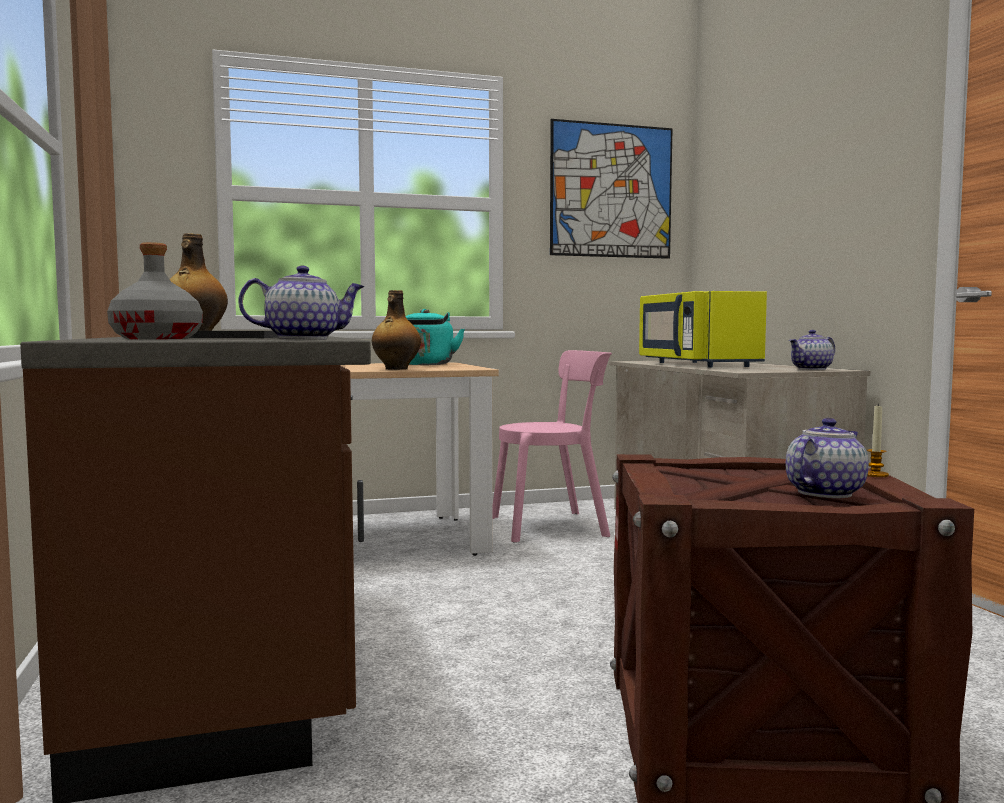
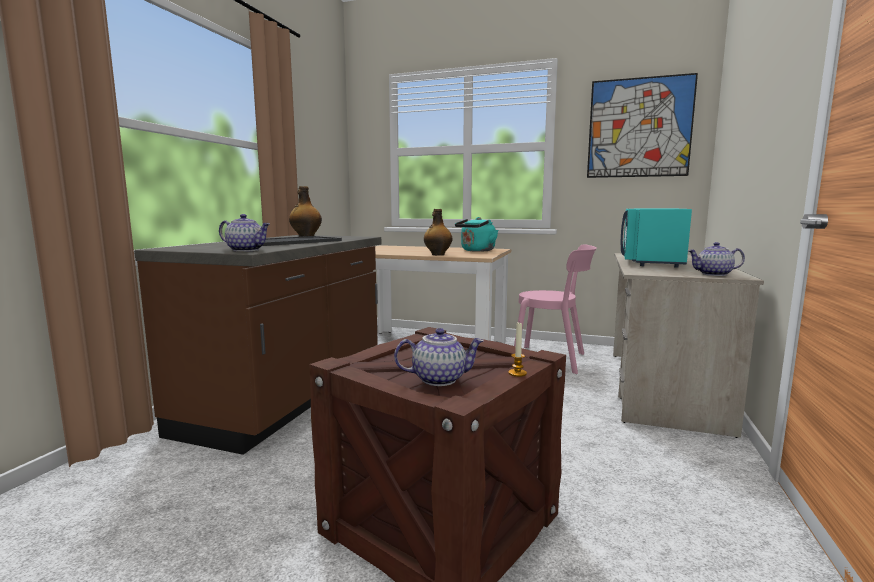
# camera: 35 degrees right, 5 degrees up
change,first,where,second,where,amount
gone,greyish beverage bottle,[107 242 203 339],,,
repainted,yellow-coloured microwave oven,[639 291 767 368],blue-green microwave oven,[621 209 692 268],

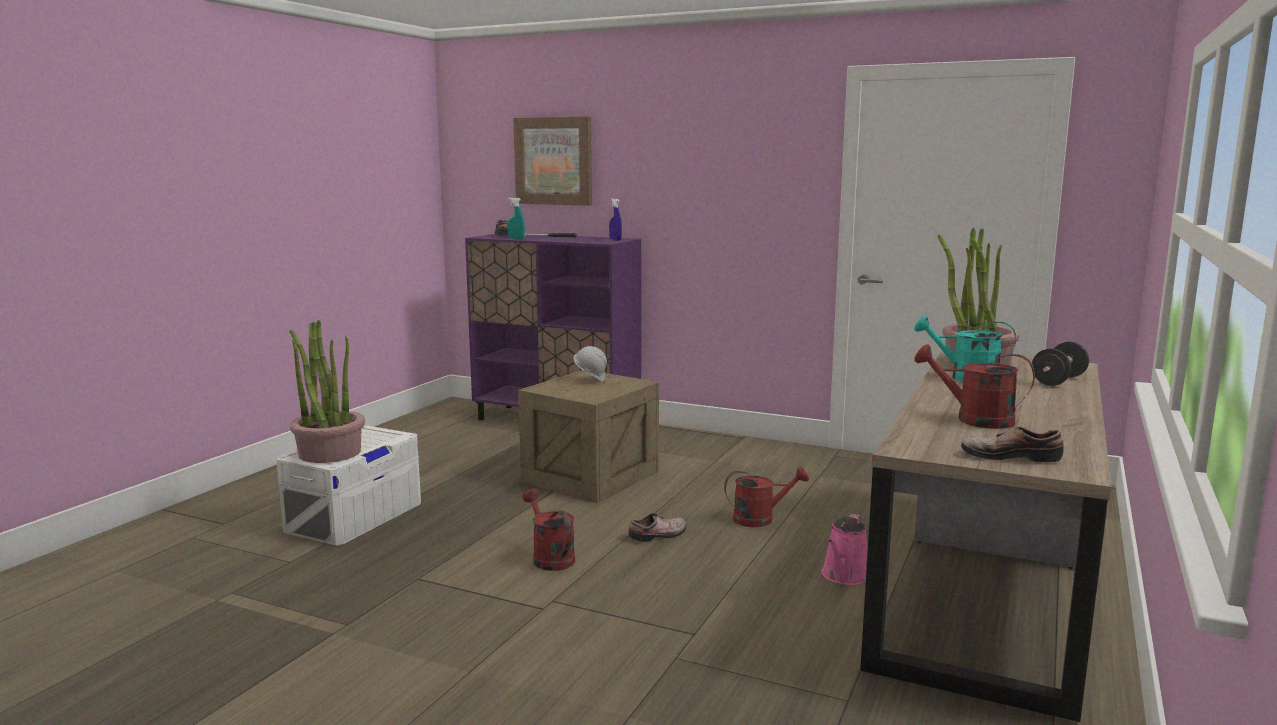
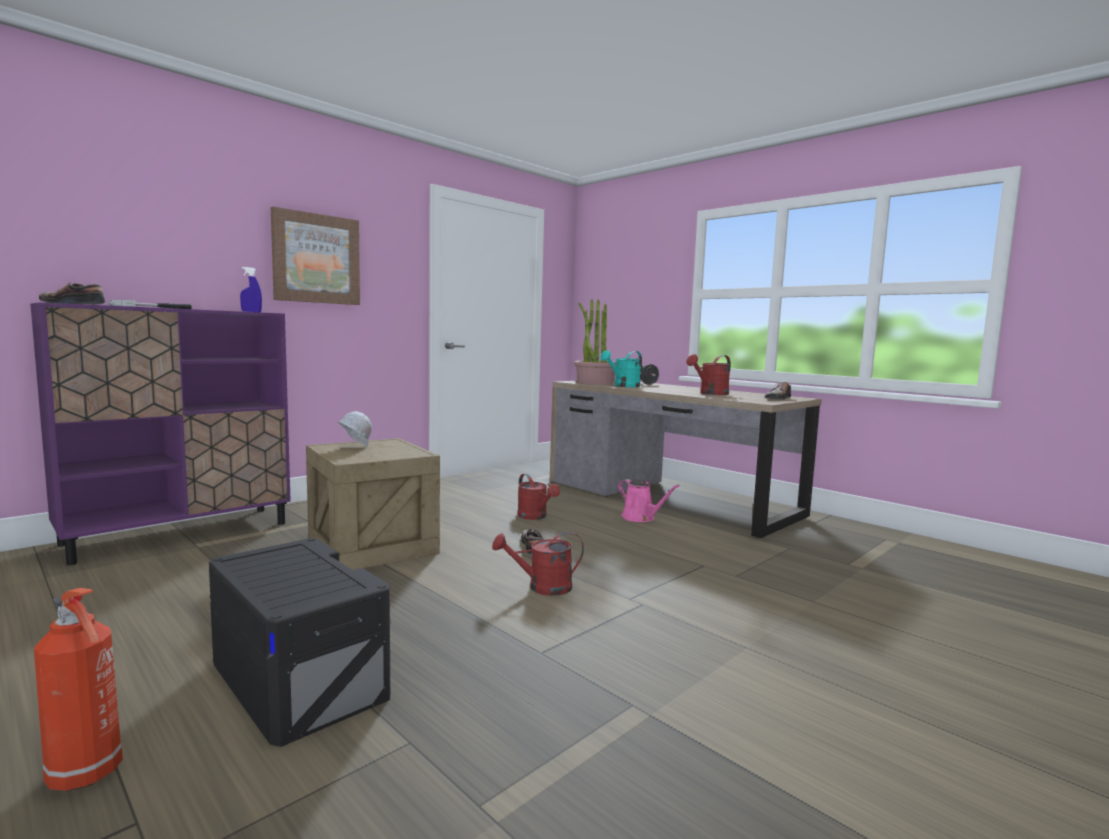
# camera: 70 degrees left, 5 degrees down
change,first,where,second,where,amount
repainted,white-coloured storage bin,[276 425 421 546],blackish storage bin,[209 538 390 747],
gone,potted plant,[289 320 365 463],,,
gone,blue-green hand sprayer,[507 198 525 239],,,
shifted,wall art,[513 117 592 206],,[271 207 360 305],
rotated,reddish watering pot,[724 467 809 527],,[517 474 560 520],135 degrees clockwise
new,,,fire-fighting cylinder,[34 588 123 791],

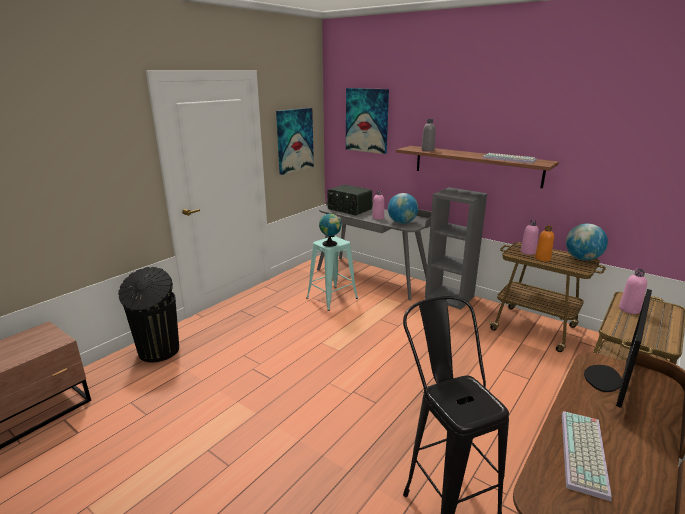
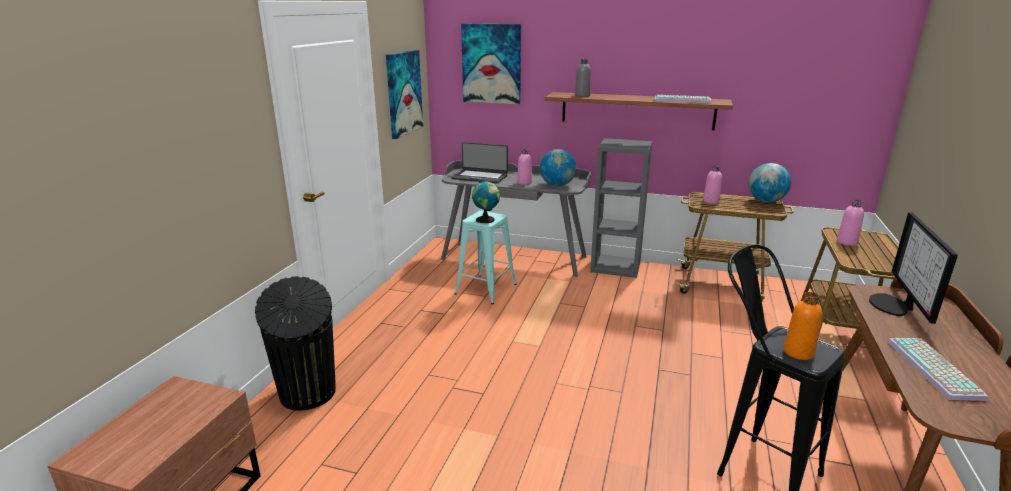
# camera: 20 degrees left, 0 degrees up
change,first,where,second,where,amount
swapped,radio receiver,[327 185 372 215],portable computer,[452 142 508 183],
shifted,orange beverage bottle,[535 225 554 261],,[784 292 822 360],

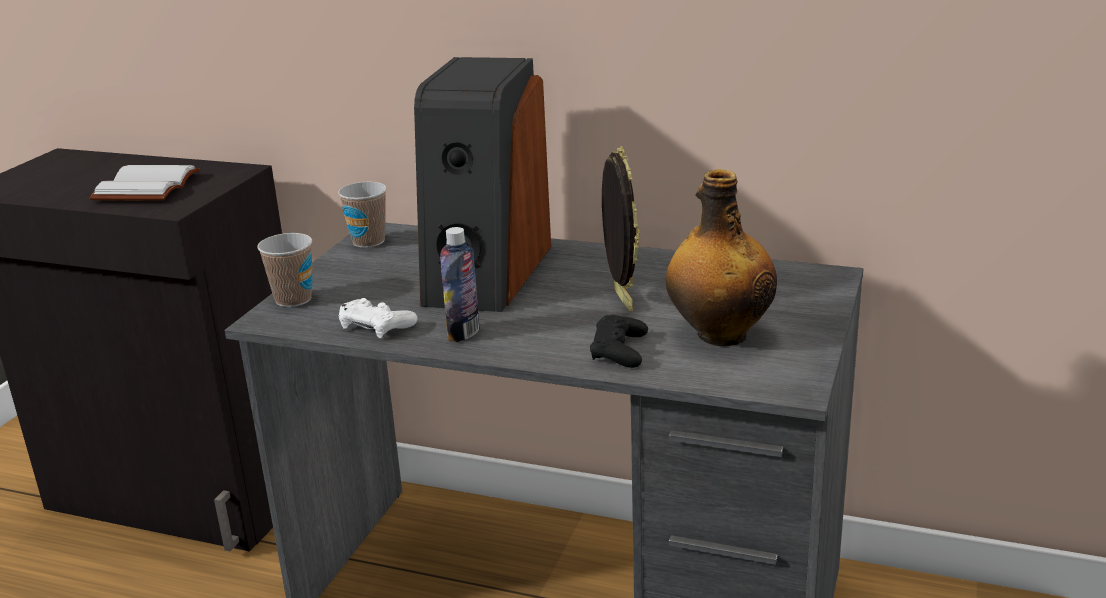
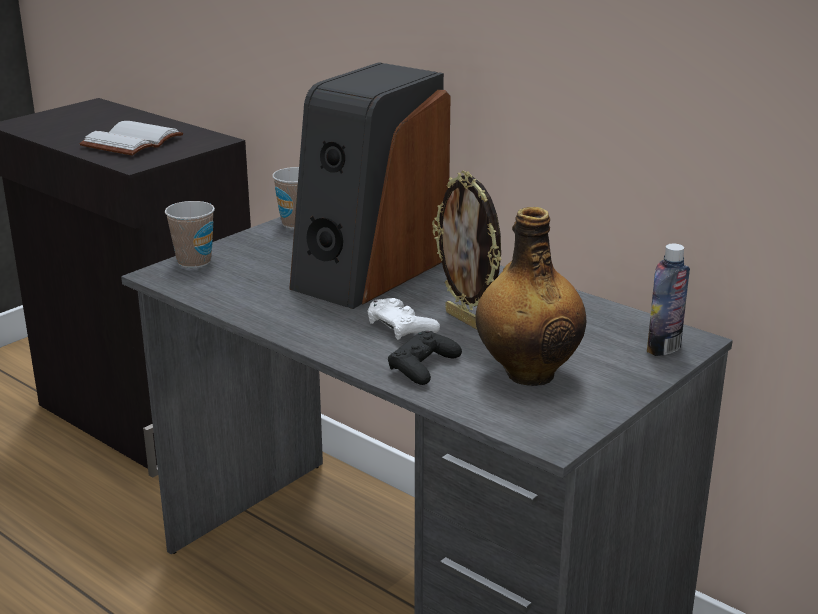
# camera: 20 degrees right, 0 degrees up
change,first,where,second,where,amount
shifted,white-coloured game controller,[338 298 418 338],,[368 298 440 340],
shifted,beverage bottle,[440 227 480 342],,[647 244 690 356],
rotated,standing frame,[602 146 640 312],,[432 171 501 330],135 degrees clockwise

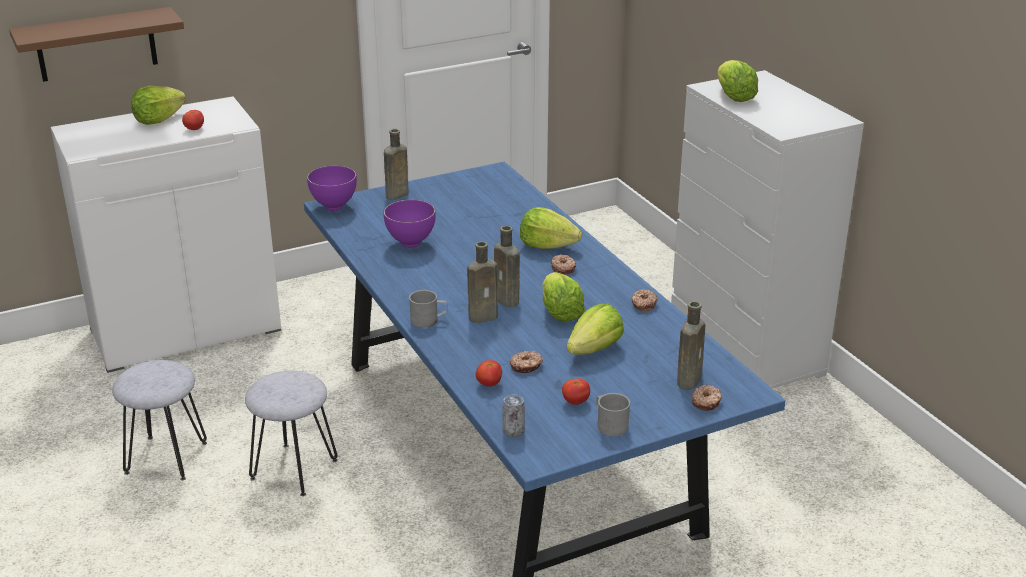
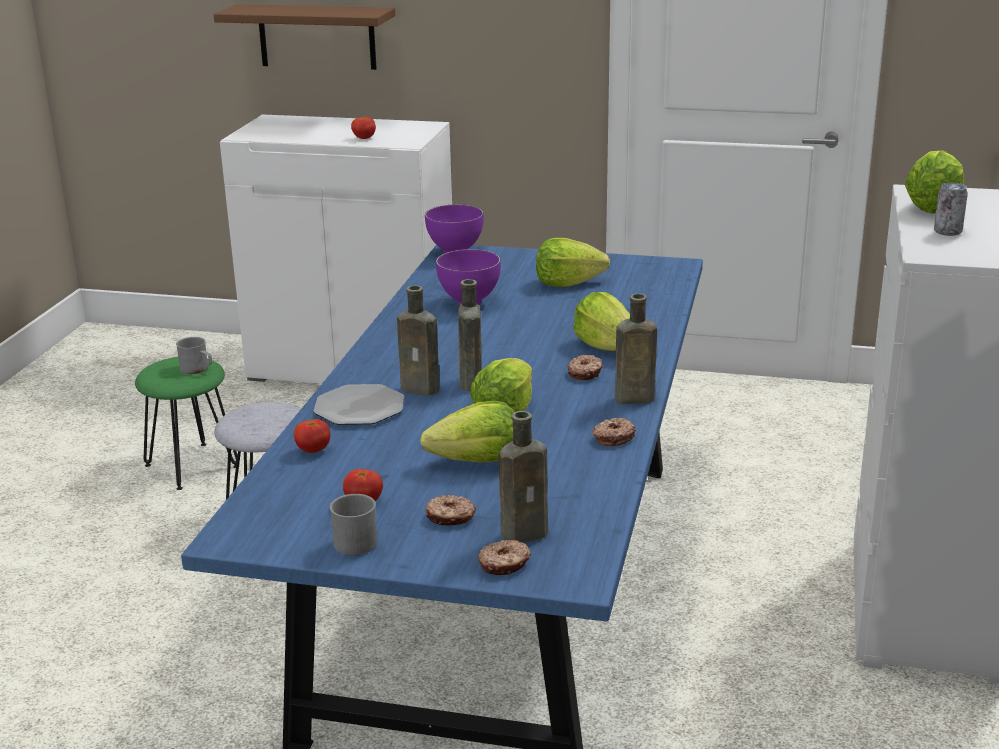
# camera: 40 degrees right, 5 degrees down
change,first,where,second,where,amount
repainted,greyish sitting stool,[112 360 207 480],green-coloured sitting stool,[135 357 237 490],
shifted,lettuce,[131 86 186 125],,[536 238 610 287],
shifted,brown-coloured beverage bottle,[384 129 408 200],,[615 293 657 404],
shifted,greyish mug,[409 290 448 327],,[176 337 212 374],
shifted,metal can,[502 395 525 437],,[934 183 968 236],
shifted,doughnut,[510 351 543 373],,[425 495 476 525],
new,,,plate,[313 384 404 425],

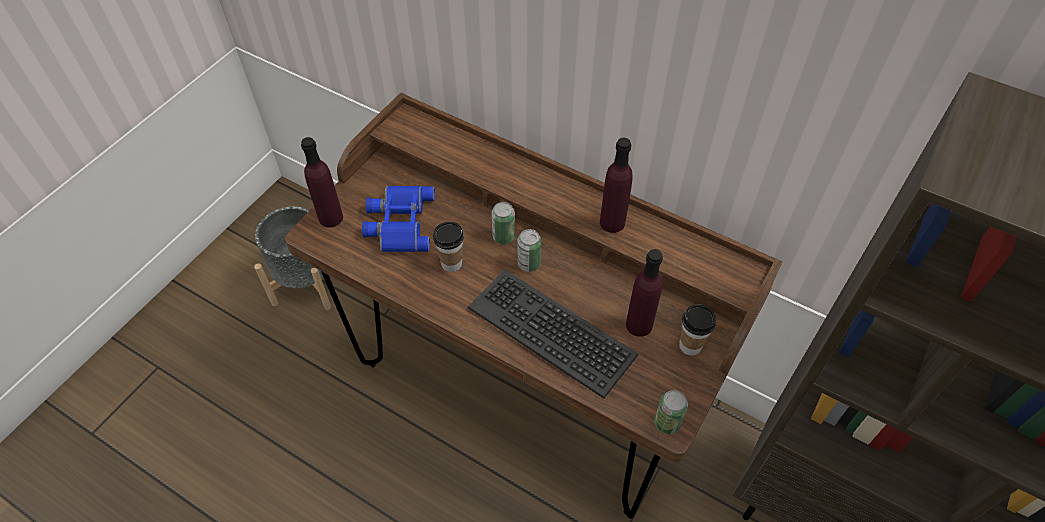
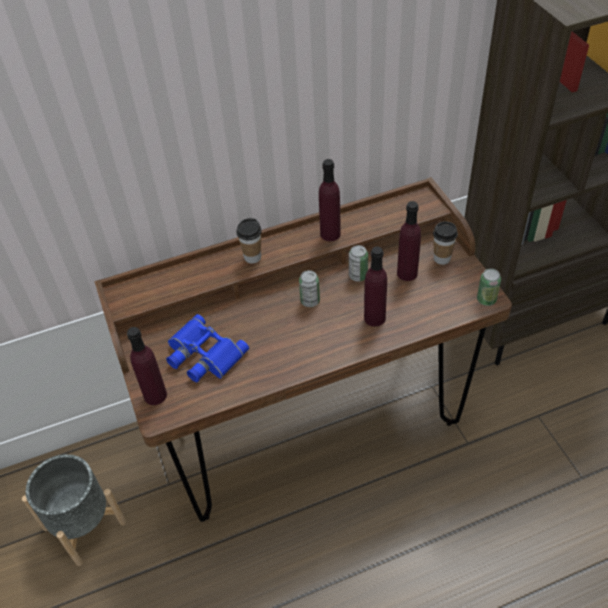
# camera: 50 degrees left, 5 degrees down
change,first,where,second,where,amount
shifted,drinking cup,[433 222 464 272],,[237 218 262 264],
swapped,PC keyboard,[468 270 638 399],purplish beverage bottle,[364 246 387 327],
shifted,metal can,[491 202 515 244],,[349 245 368 282],

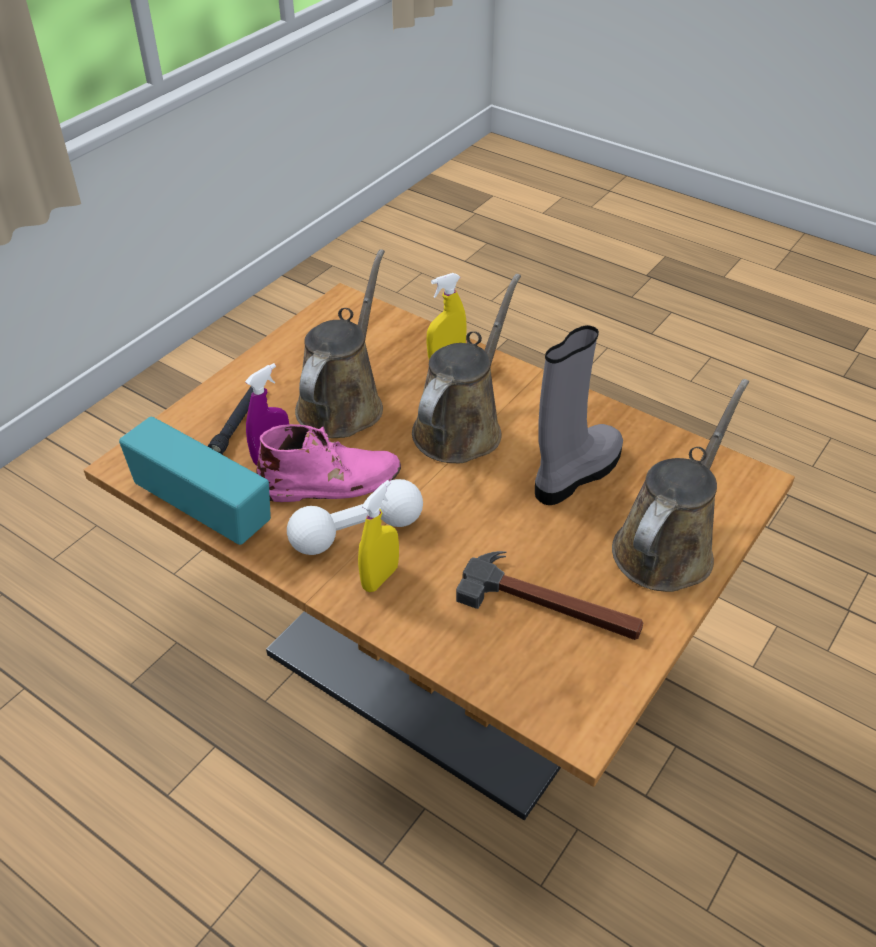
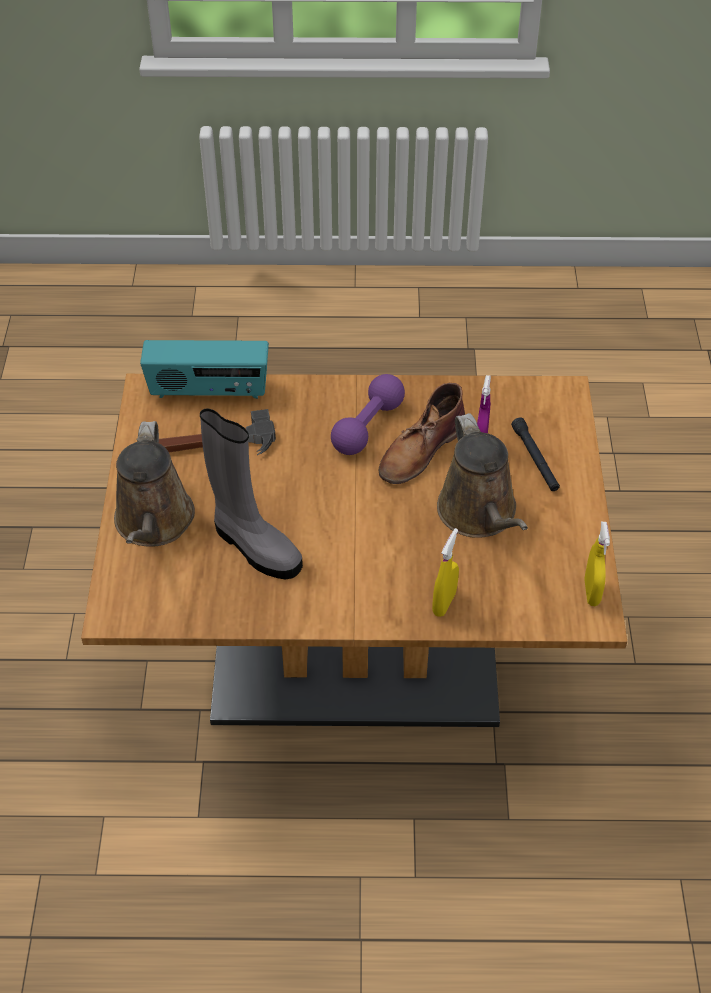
# camera: 145 degrees right, 5 degrees up
change,first,where,second,where,amount
shifted,radio receiver,[119 417 271 545],,[140 340 269 399],
repainted,pink tall boot,[257 424 401 502],brown-coloured tall boot,[378 383 465 484],
repainted,white-coloured hand weight,[287 479 423 555],purplish hand weight,[331 374 405 455],
shifted,yellow-coloured hand sprayer,[358 480 399 592],,[584 522 610 606],
gone,brown-coloured watering pot,[412 274 521 463],,,
rotated,greyish tall boot,[535 325 623 505],,[200 408 303 579],60 degrees counterclockwise

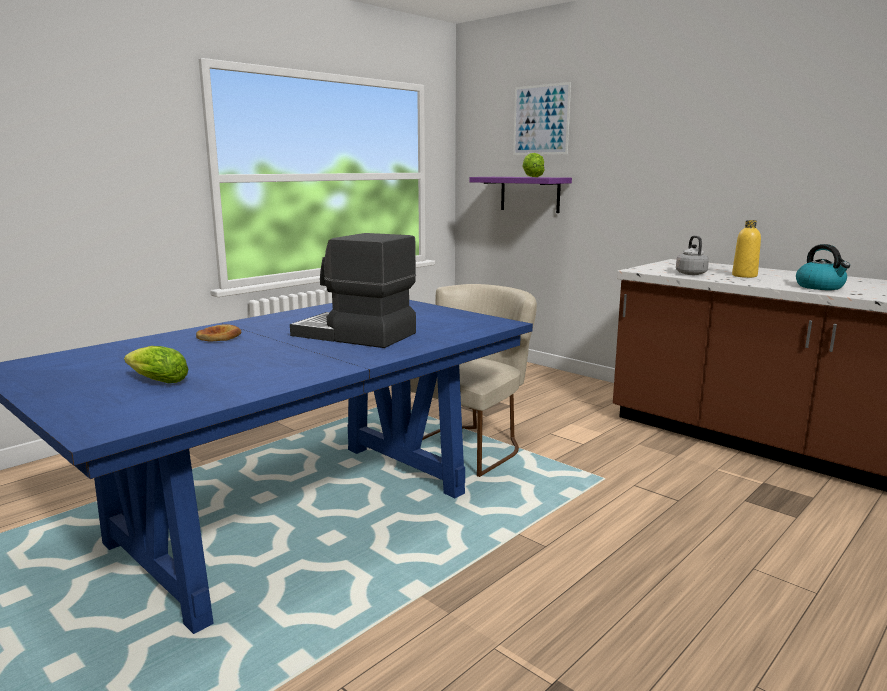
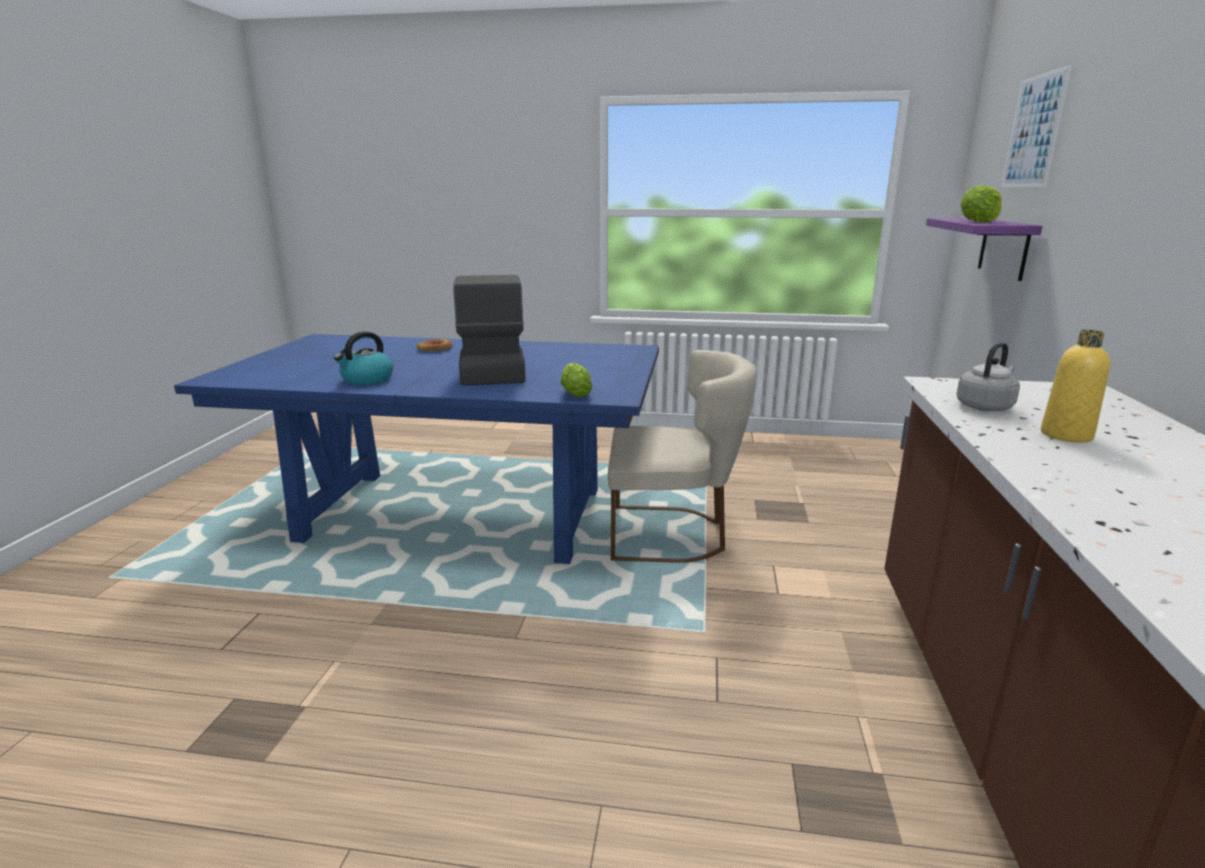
# camera: 55 degrees right, 5 degrees up
change,first,where,second,where,amount
shifted,lettuce,[124 346 189 383],,[561 363 593 397],
shifted,water kettle,[796 244 850 290],,[334 331 393 385],

